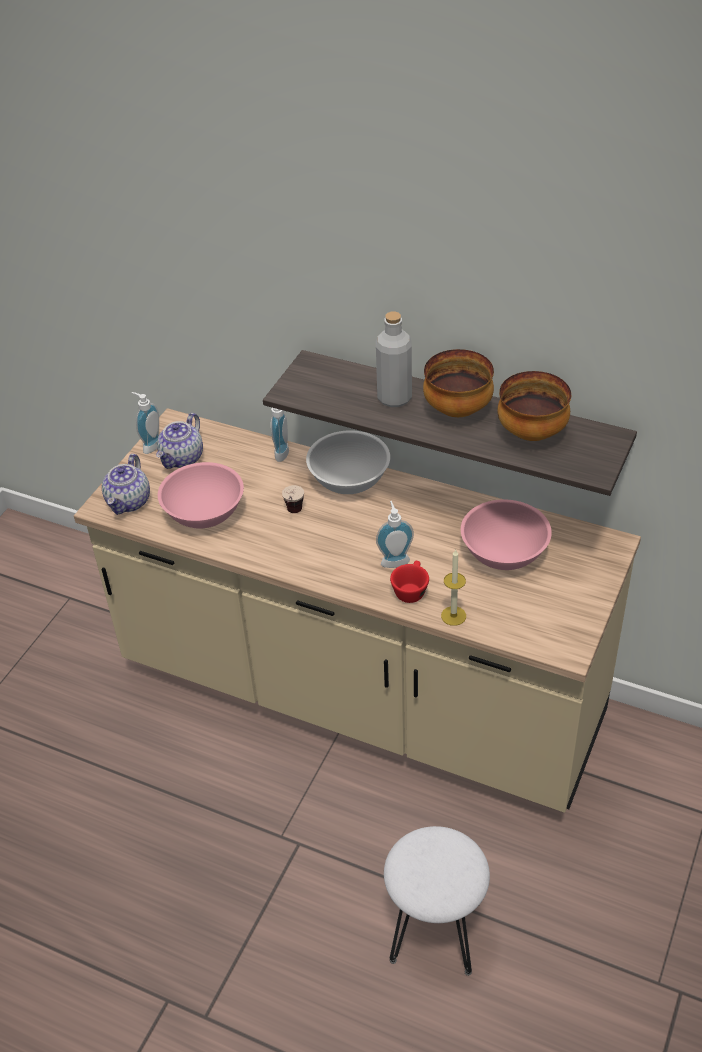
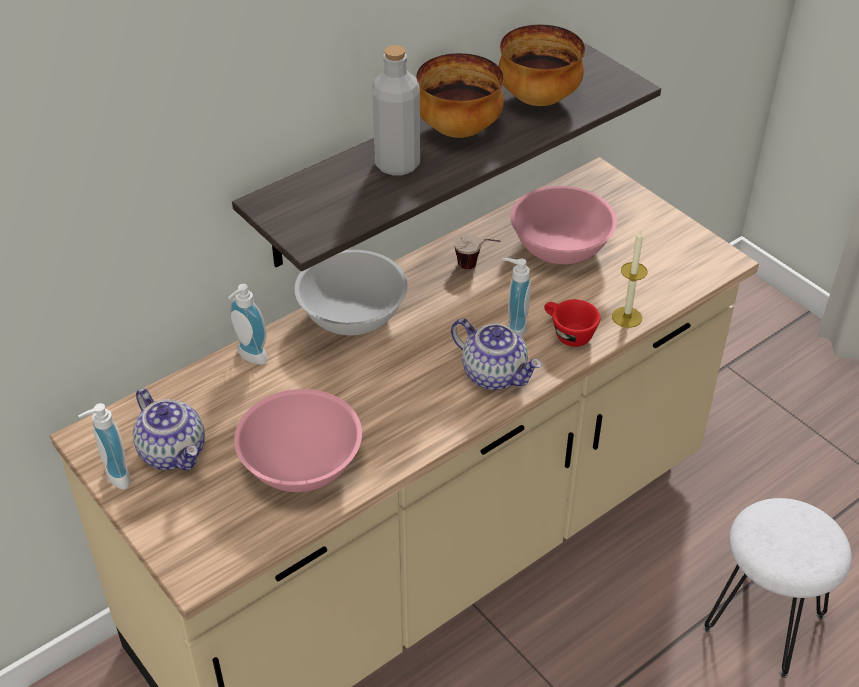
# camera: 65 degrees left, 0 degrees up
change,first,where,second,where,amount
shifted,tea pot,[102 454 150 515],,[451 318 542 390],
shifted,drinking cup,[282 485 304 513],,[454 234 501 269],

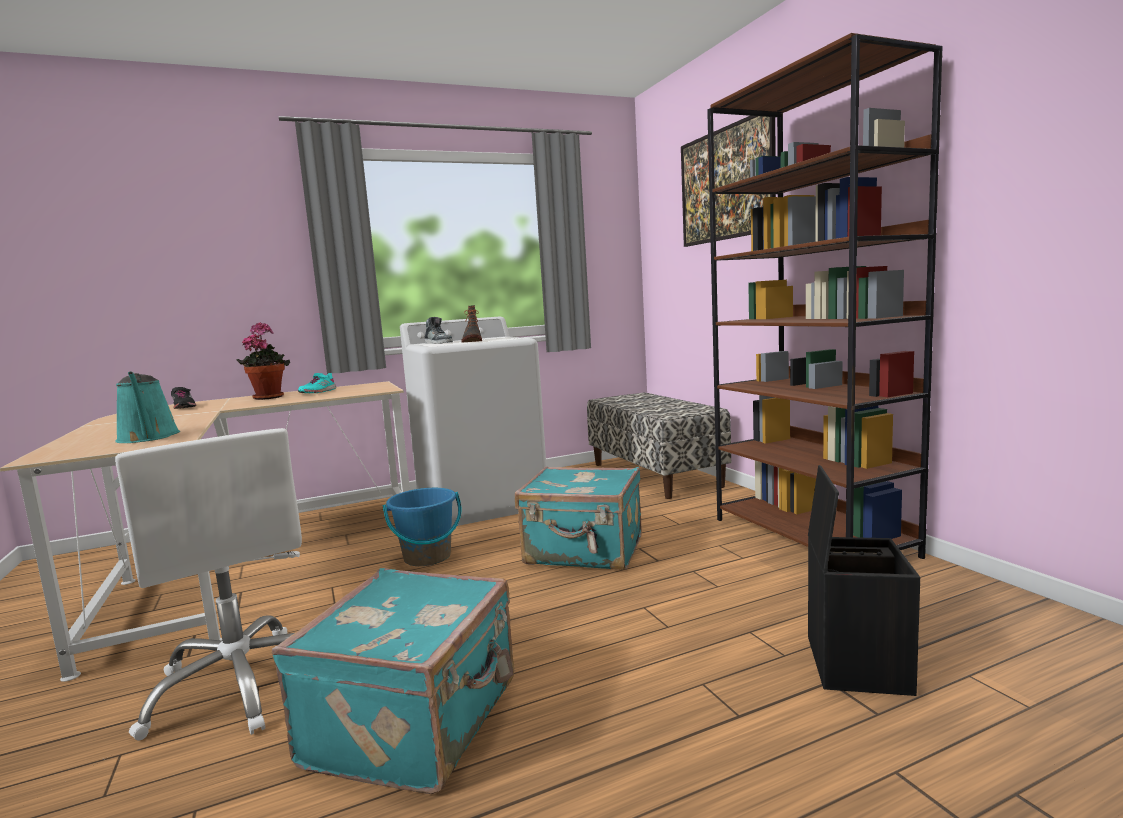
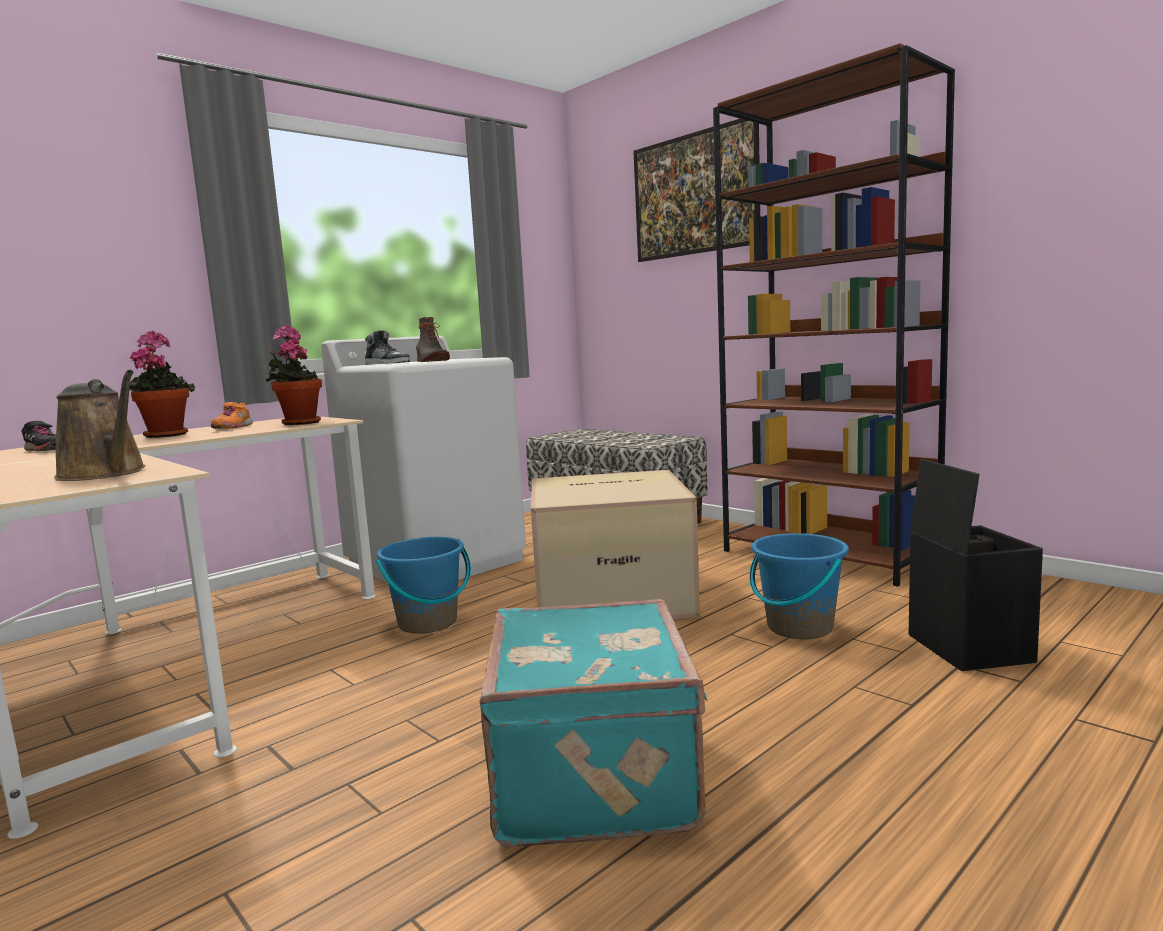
# camera: 20 degrees left, 0 degrees up
change,first,where,second,where,amount
repainted,blue-green watering pot,[115 371 180 443],brown-coloured watering pot,[54 370 146 481],
gone,white-coloured office chair,[115 428 302 741],,,
repainted,blue-green shoe,[298 373 336 393],orange shoe,[211 402 253 429],
swapped,blue-green travel case,[515 466 642 570],carton,[531 470 700 619],
new,,,potted plant,[266 325 322 425],
new,,,bluish water bucket,[749 533 849 639],

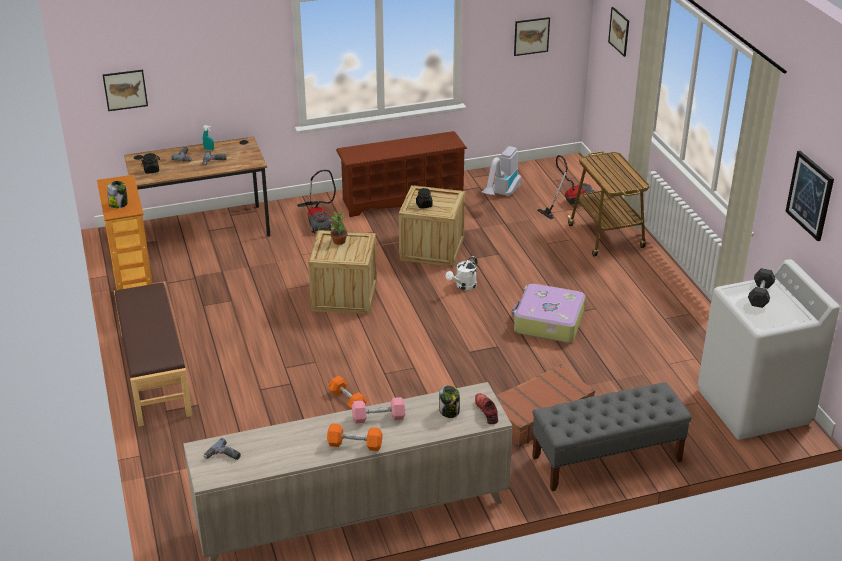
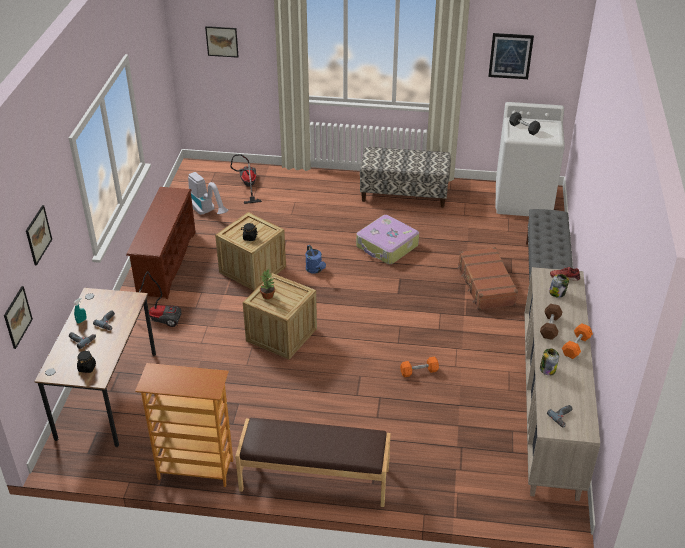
# camera: 65 degrees left, 5 degrees up
change,first,where,second,where,amount
shifted,preserve jar,[107 181 128 208],,[540 348 559 376],
repainted,pink hand weight,[352 397 405 423],brown-coloured hand weight,[540 304 562 340],
repainted,white-coloured watering pot,[446 256 477 290],bluish watering pot,[305 245 326 274],
shifted,wall art,[514 17 550 56],,[26 205 52 265],
gone,trolley,[567 151 649 257],,,
new,,,long seat,[360 147 451 208],

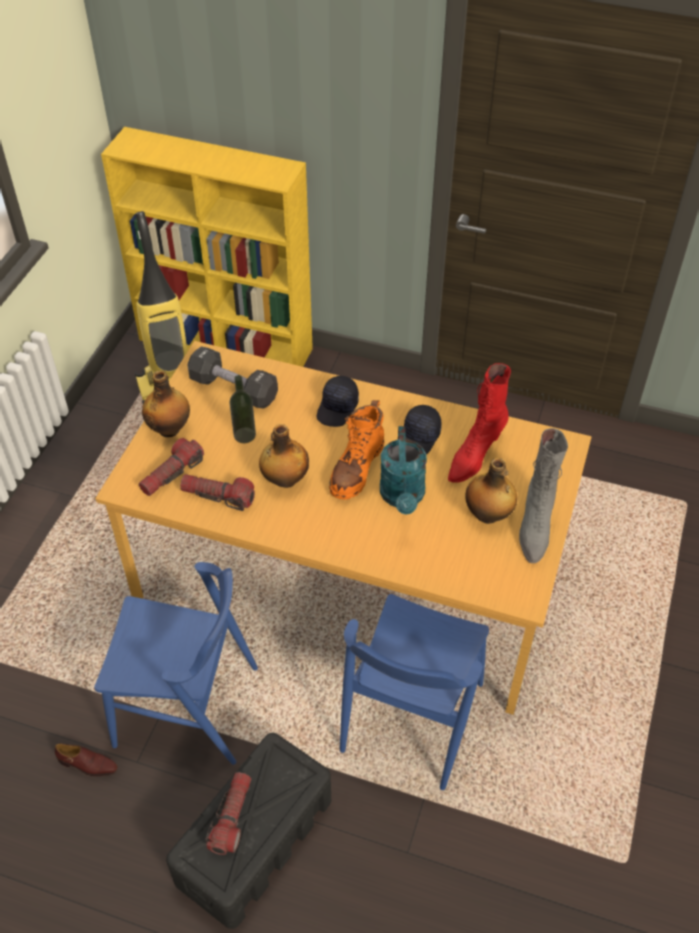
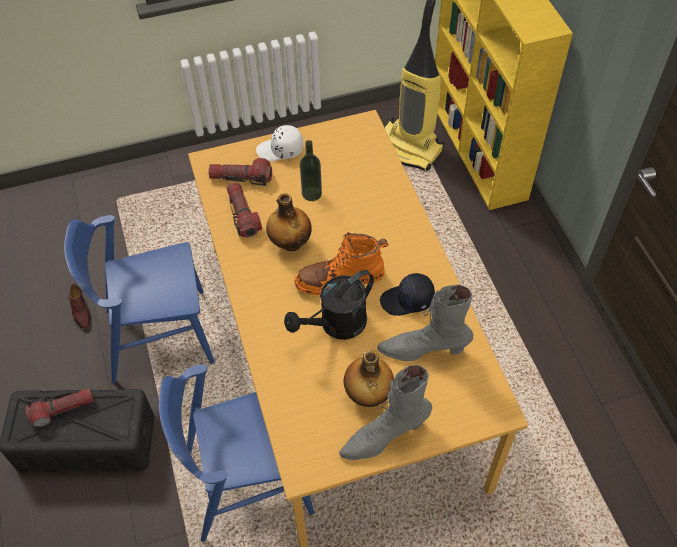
# camera: 55 degrees right, 5 degrees up
change,first,where,second,where,amount
rotated,bluish plain chair,[94 562 258 765],,[64 215 215 383],105 degrees clockwise
swapped,beverage bottle,[142 370 190 437],white-coloured peaked cap,[256 125 303 161],
gone,blackish hand weight,[187 346 278 408],,,
gone,blackish peaked cap,[317 376 359 427],,,
repainted,blue-green watering pot,[380 426 427 515],blackish watering pot,[284 270 374 340],
repainted,reddish tall boot,[448 363 511 483],greyish tall boot,[377 285 473 361],

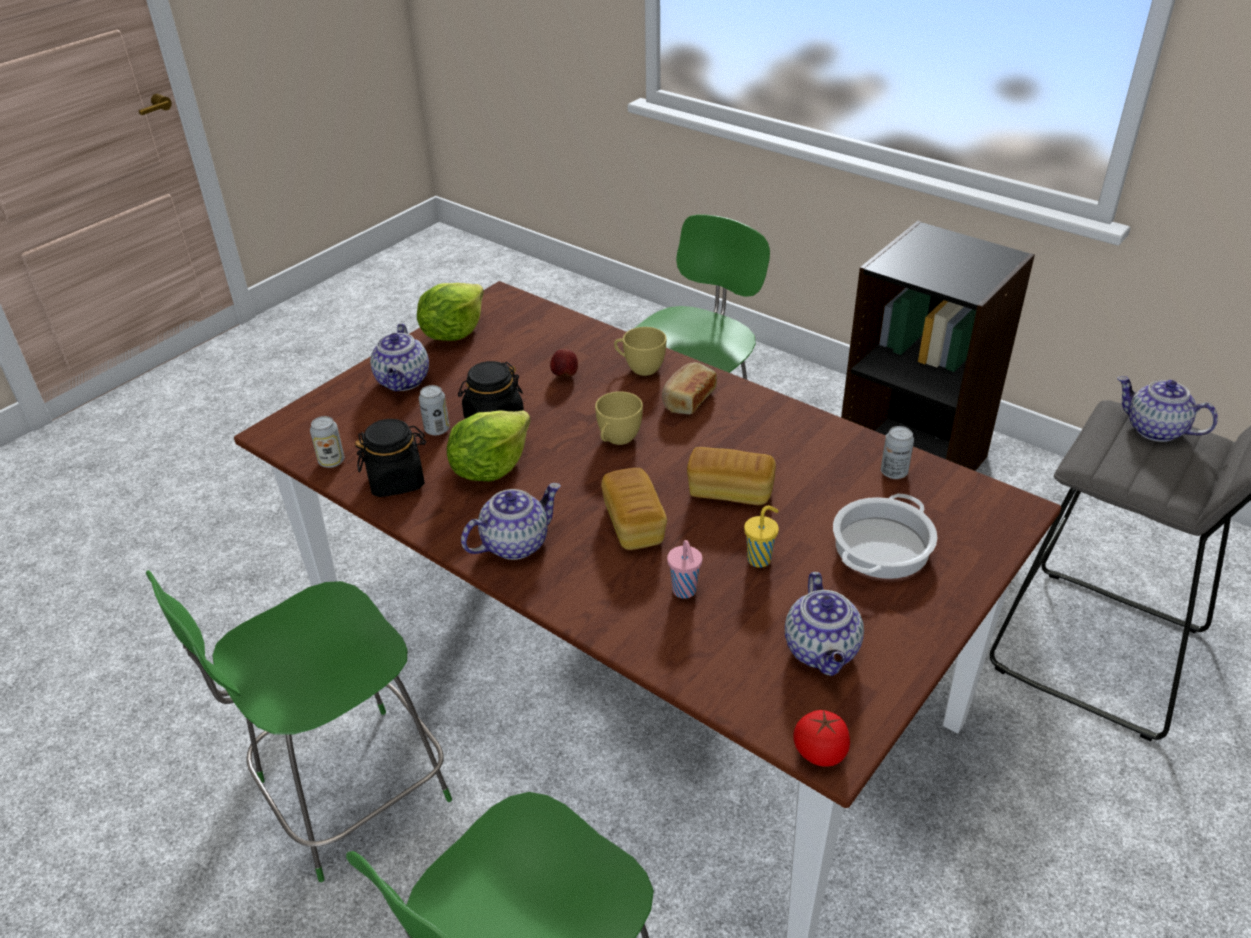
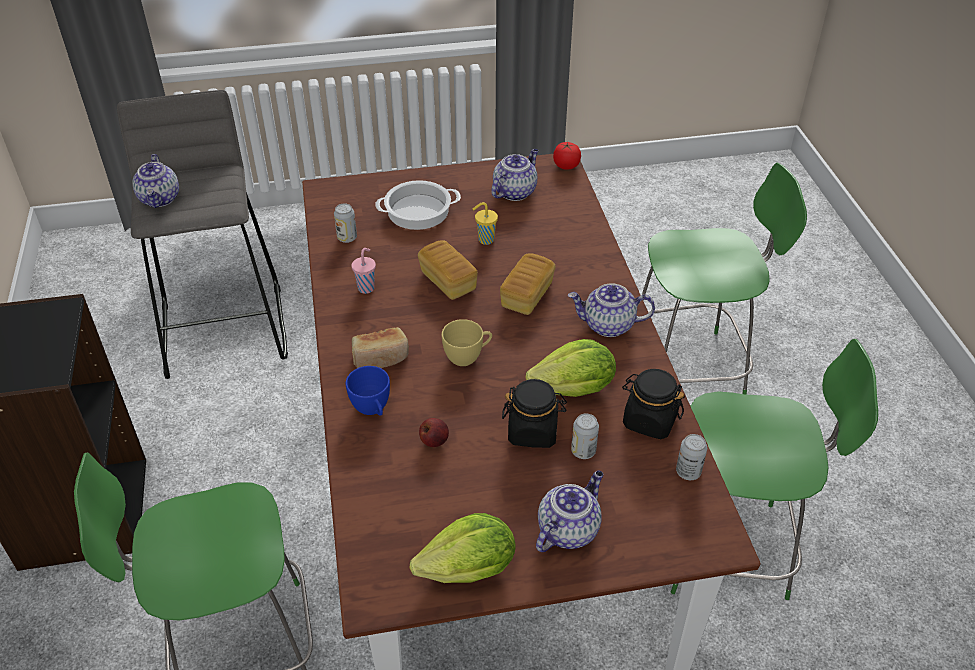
# camera: 140 degrees left, 5 degrees up
change,first,where,second,where,amount
repainted,yellow-coloured drinking cup,[614 327 667 376],bluish drinking cup,[346 366 390 416],
shifted,pink drinking cup,[667 540 702 599],,[351 248 376 294],

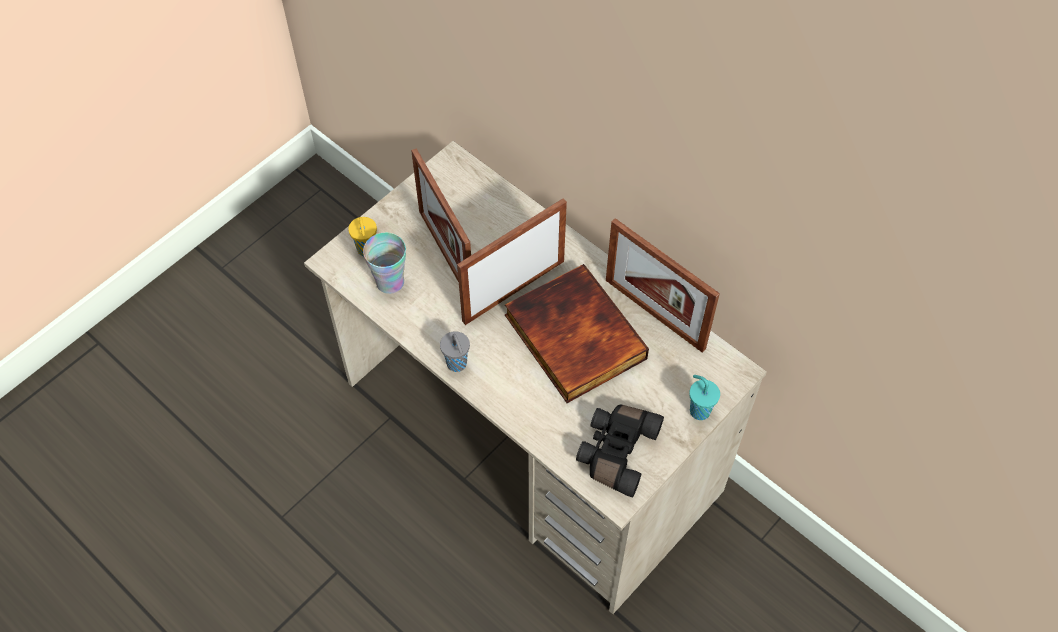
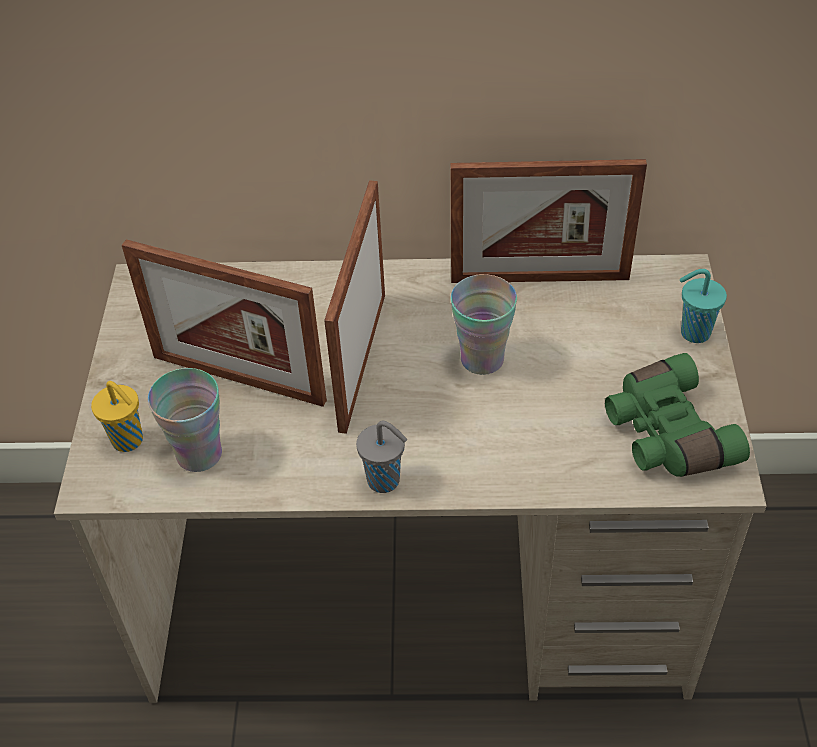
# camera: 40 degrees left, 10 degrees down
change,first,where,second,where,amount
swapped,book,[505 264 649 403],drinking cup,[451 274 517 375],
repainted,blackish pair of binoculars,[576 404 664 498],green-coloured pair of binoculars,[605 353 750 477],

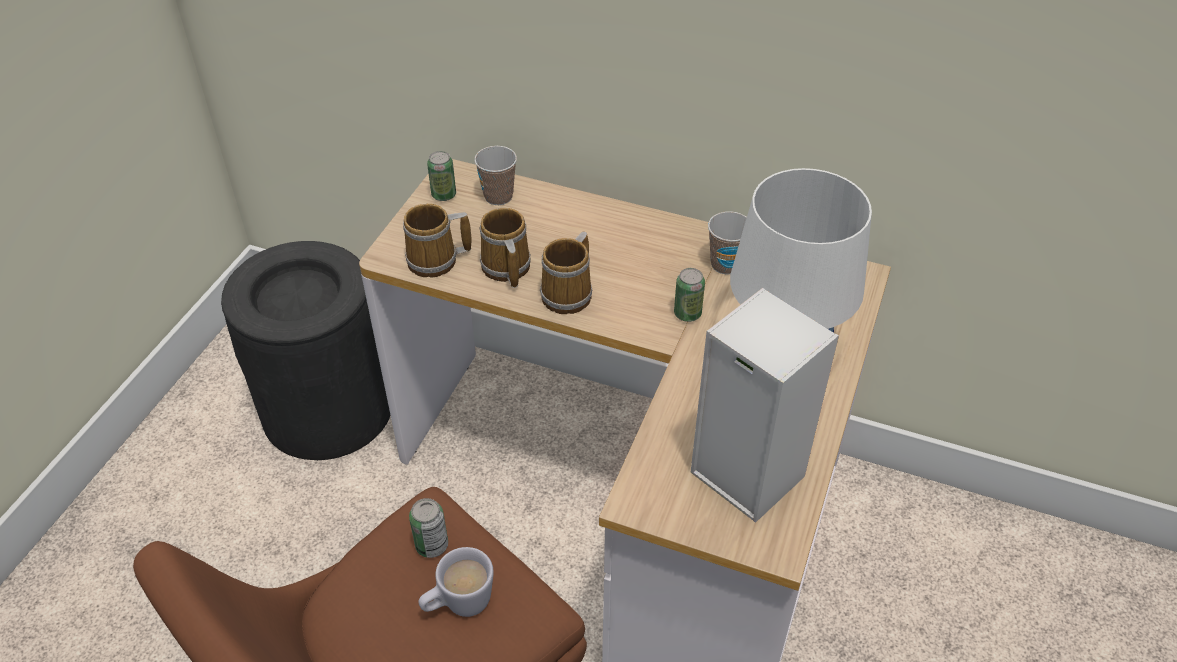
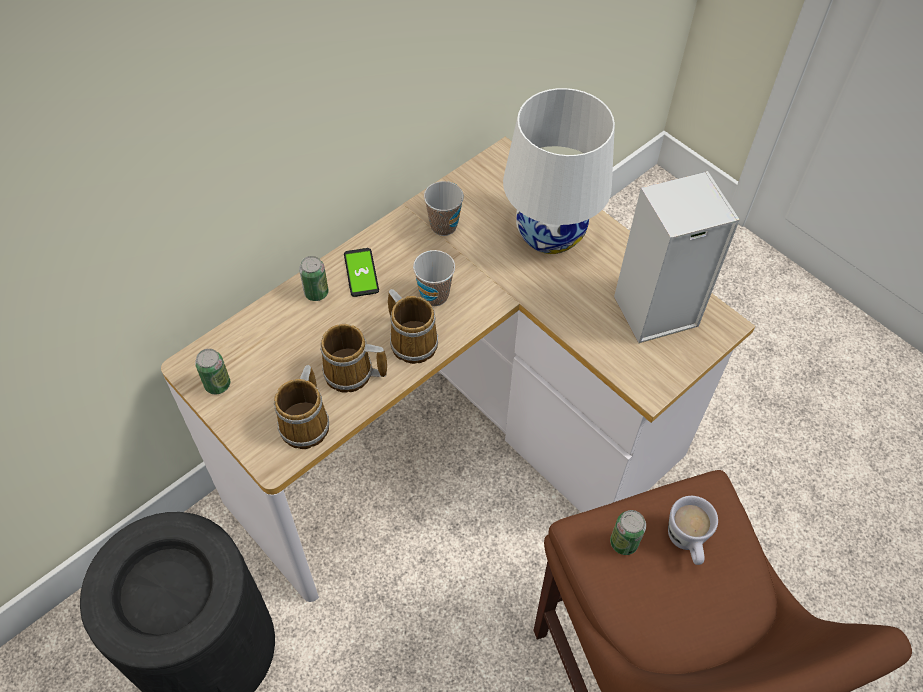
# camera: 65 degrees left, 10 degrees up
change,first,where,second,where,amount
shifted,drinking cup,[474 146 517 205],,[413 250 455 306],
shifted,metal can,[674 268 705 322],,[299 256 329 301],
new,,,phone,[344 248 379 297],

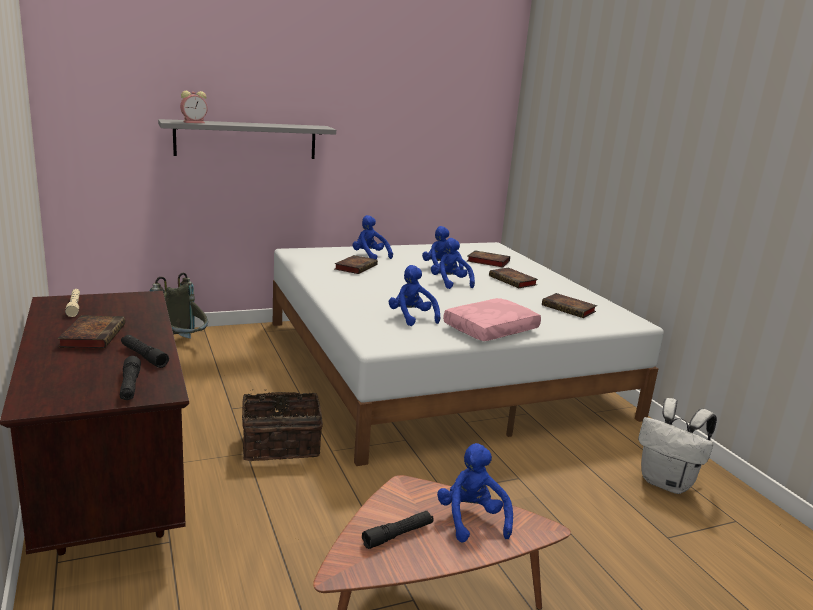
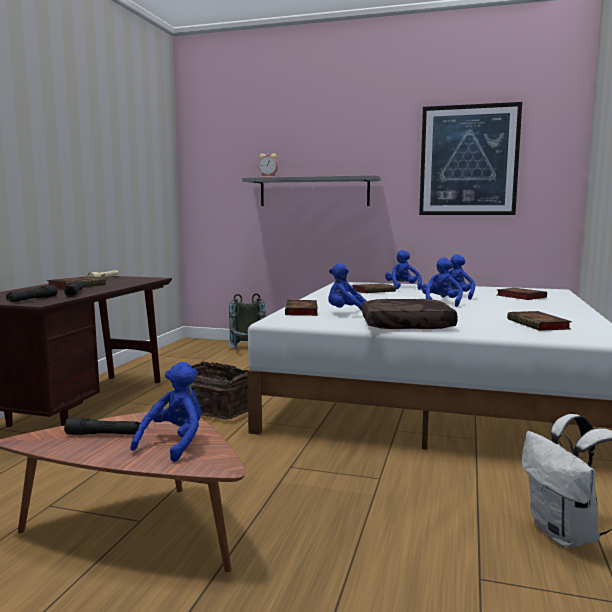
# camera: 40 degrees right, 10 degrees down
change,first,where,second,where,amount
rotated,bluish soft toy,[389 265 441 326],,[328 263 367 311],90 degrees counterclockwise
repainted,pink throw pillow,[443 298 541 341],brown-coloured throw pillow,[362 299 458 329],
shifted,book,[489 268 538 288],,[285 300 318 316],
new,,,wall art,[419 102 522 215],

